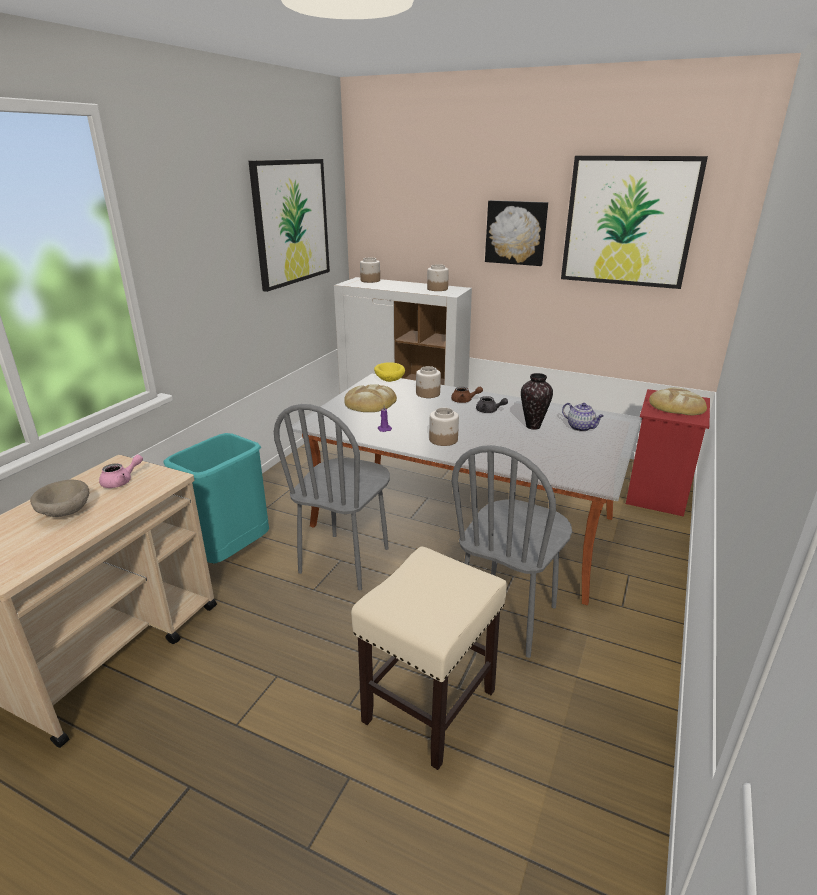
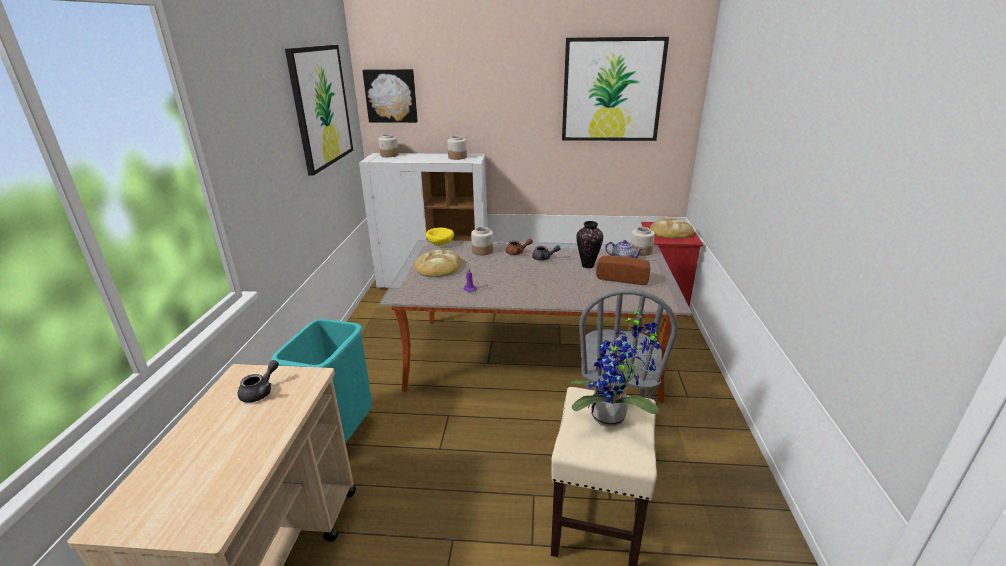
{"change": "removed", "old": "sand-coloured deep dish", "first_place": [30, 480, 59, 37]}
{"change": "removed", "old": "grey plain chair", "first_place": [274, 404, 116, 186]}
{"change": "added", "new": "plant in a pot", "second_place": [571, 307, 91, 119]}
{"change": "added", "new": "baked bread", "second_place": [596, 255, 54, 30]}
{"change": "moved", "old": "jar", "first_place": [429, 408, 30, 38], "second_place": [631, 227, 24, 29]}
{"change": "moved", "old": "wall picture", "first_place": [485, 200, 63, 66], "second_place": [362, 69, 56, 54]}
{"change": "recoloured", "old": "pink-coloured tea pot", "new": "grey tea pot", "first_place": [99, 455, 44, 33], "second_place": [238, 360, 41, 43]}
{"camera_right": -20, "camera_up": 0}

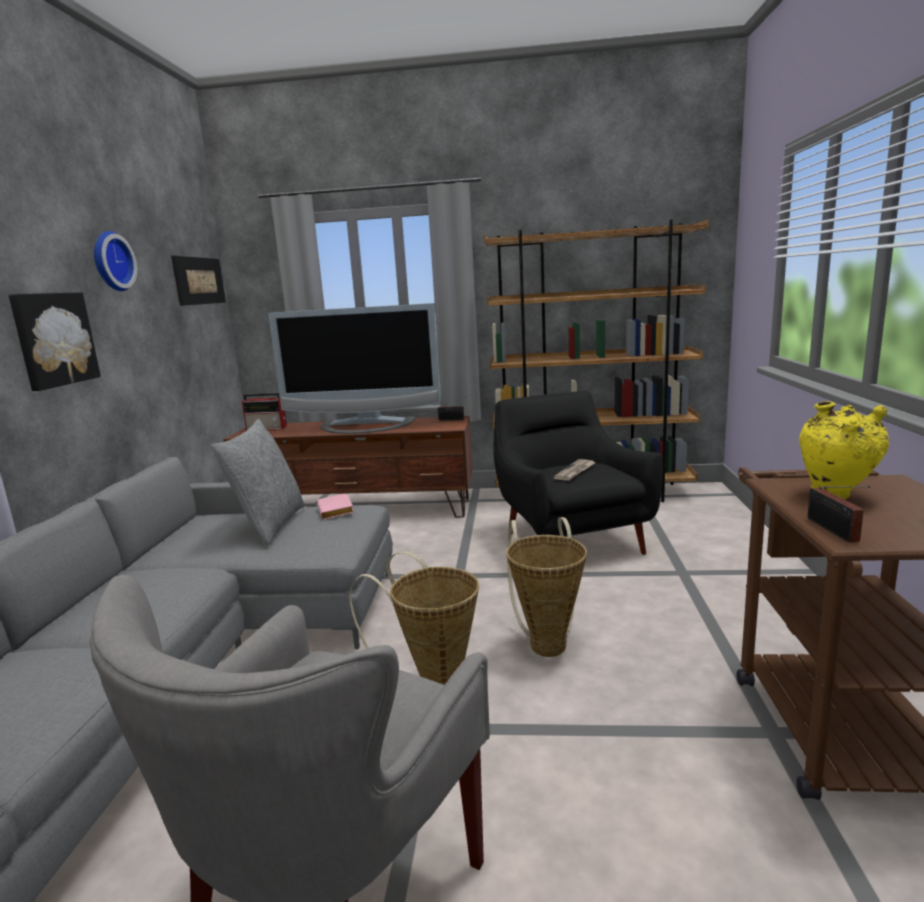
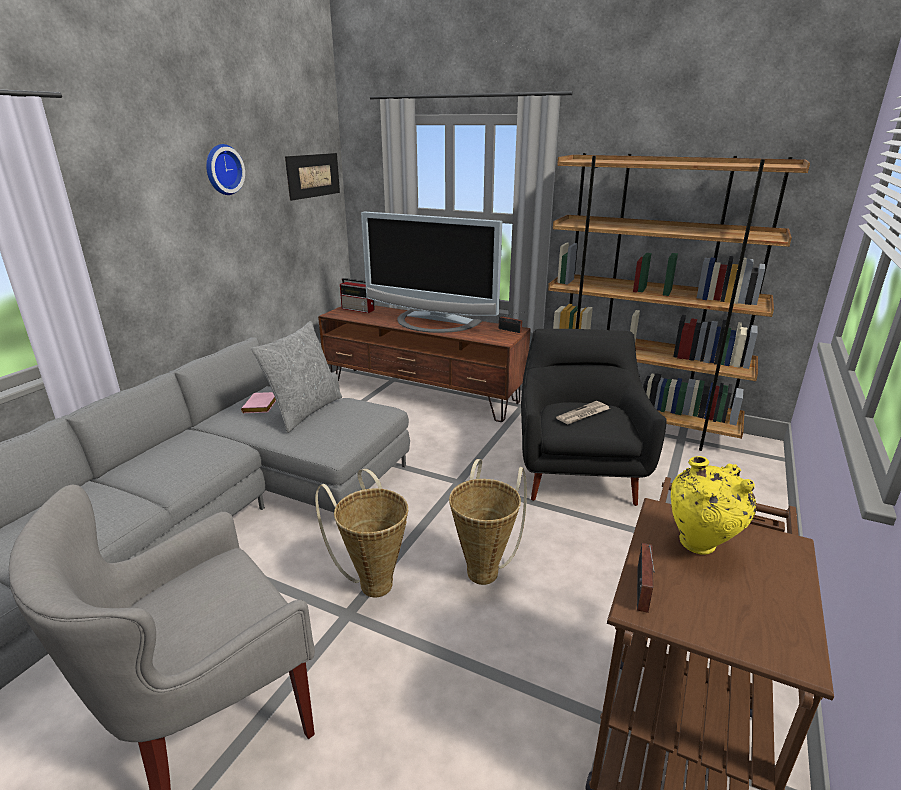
{"change": "removed", "old": "wall picture", "first_place": [9, 292, 92, 99]}
{"change": "moved", "old": "pink-coloured volume", "first_place": [317, 493, 37, 26], "second_place": [241, 392, 35, 21]}
{"camera_right": 20, "camera_up": 10}

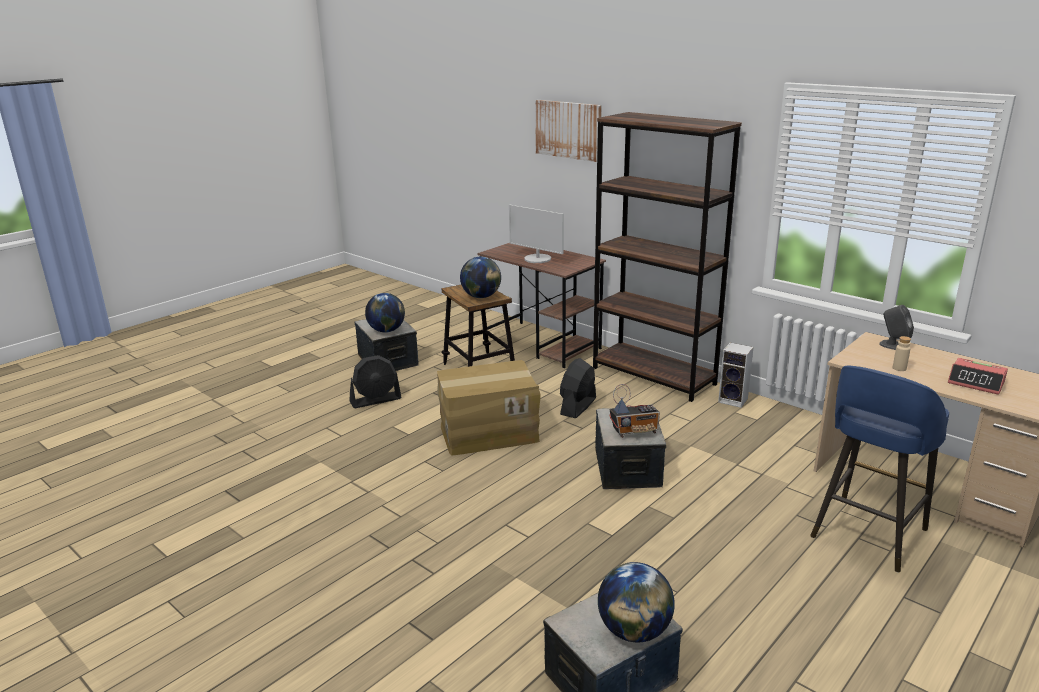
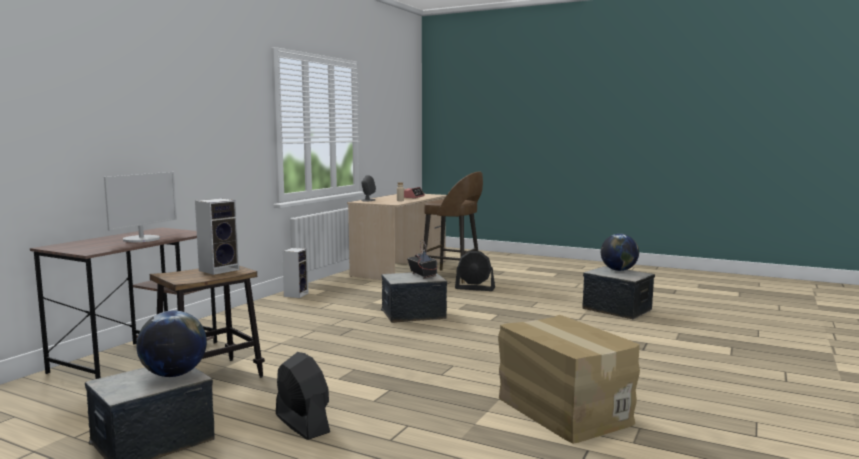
{"change": "removed", "old": "wall picture", "first_place": [535, 100, 67, 62]}
{"change": "removed", "old": "brown-coloured bookshelf", "first_place": [593, 112, 149, 290]}
{"change": "moved", "old": "packing box", "first_place": [437, 360, 104, 95], "second_place": [498, 315, 142, 129]}
{"change": "moved", "old": "black fan", "first_place": [560, 358, 36, 60], "second_place": [455, 251, 40, 40]}
{"change": "replaced", "old": "desk globe", "new": "loudspeaker", "first_place": [460, 257, 41, 41], "second_place": [195, 198, 44, 77]}
{"change": "recoloured", "old": "bluish sitting stool", "new": "brown-coloured sitting stool", "first_place": [810, 366, 139, 207], "second_place": [423, 172, 60, 112]}
{"camera_right": -105, "camera_up": -15}

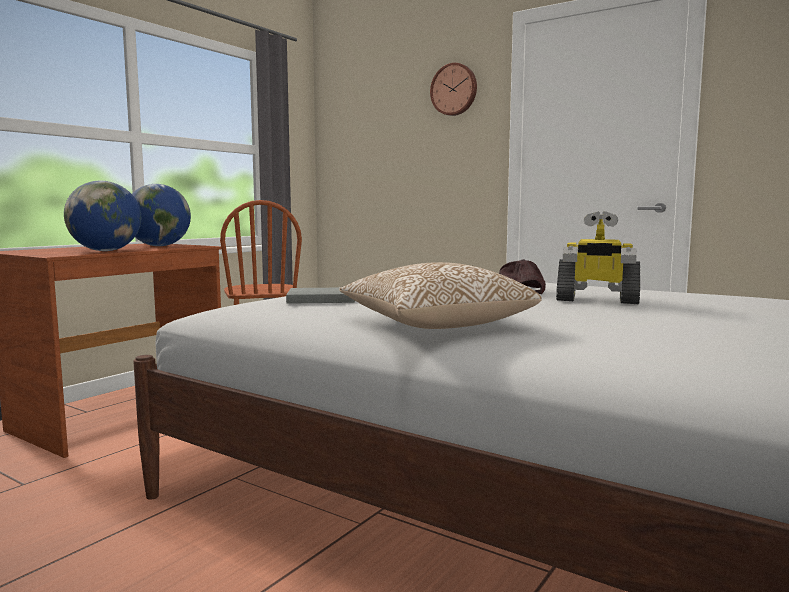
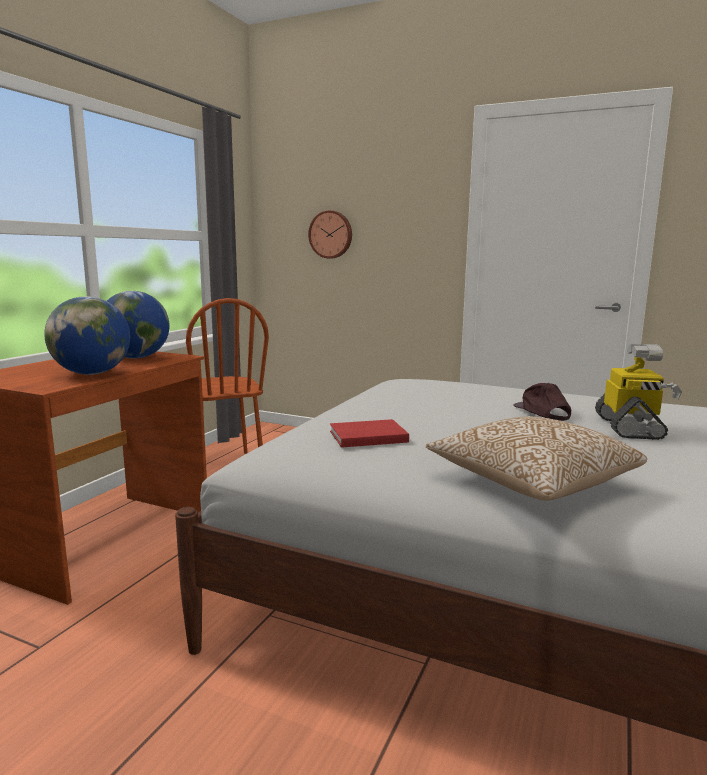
{"change": "moved", "old": "hanging clock", "first_place": [430, 63, 47, 53], "second_place": [308, 210, 44, 48]}
{"change": "recoloured", "old": "grey volume", "new": "red volume", "first_place": [286, 288, 69, 16], "second_place": [330, 419, 79, 29]}
{"change": "turned", "old": "toy robot", "first_place": [556, 211, 84, 93], "second_place": [595, 344, 87, 96], "degrees": -90}
{"camera_right": -10, "camera_up": 5}

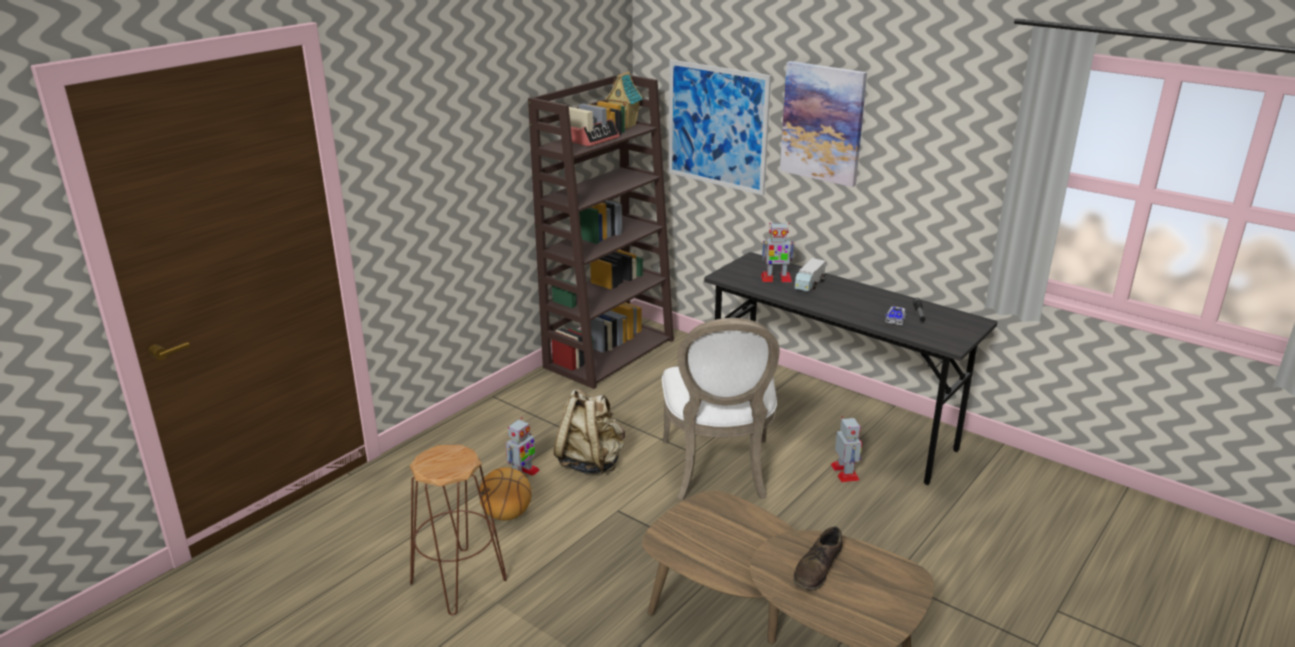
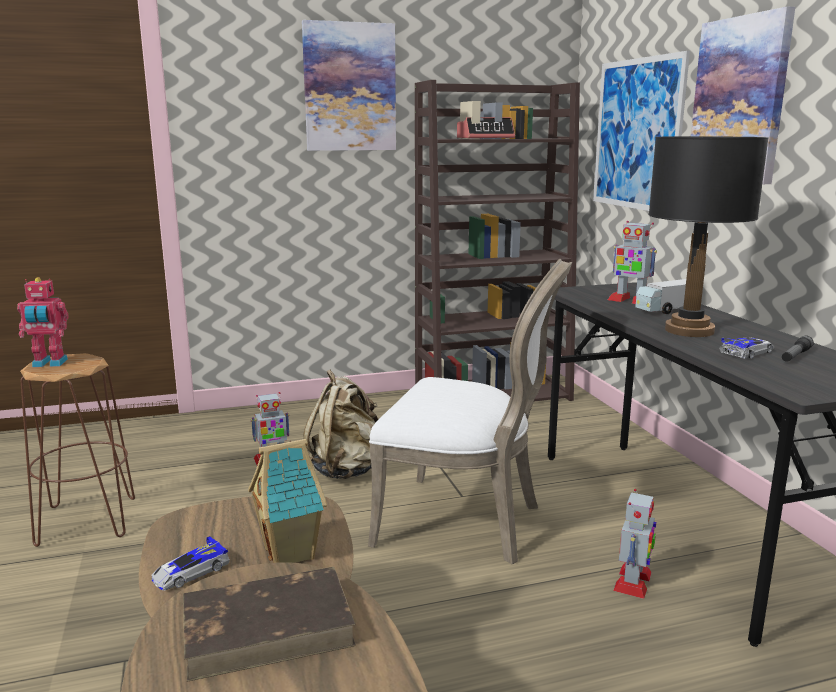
{"change": "removed", "old": "ball for basketball", "first_place": [479, 467, 53, 53]}
{"change": "added", "new": "toy robot", "second_place": [17, 277, 52, 90]}
{"change": "added", "new": "model car", "second_place": [151, 536, 79, 55]}
{"change": "added", "new": "wall picture", "second_place": [302, 20, 94, 131]}
{"change": "added", "new": "black tabletop lamp", "second_place": [649, 136, 120, 201]}
{"change": "moved", "old": "model house", "first_place": [605, 71, 38, 58], "second_place": [248, 439, 79, 124]}
{"change": "replaced", "old": "brown-coloured low shoe", "new": "brown-coloured volume", "first_place": [793, 526, 50, 64], "second_place": [183, 567, 173, 115]}
{"change": "turned", "old": "whitish plain chair", "first_place": [662, 318, 118, 182], "second_place": [368, 259, 204, 306], "degrees": -105}
{"camera_right": 35, "camera_up": -10}

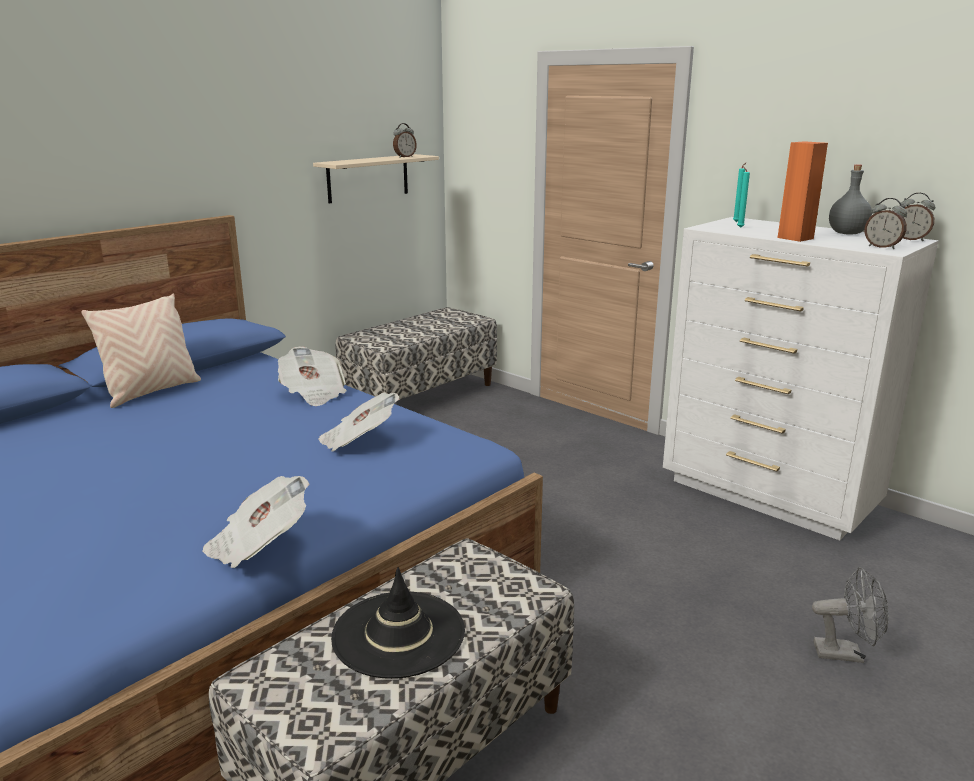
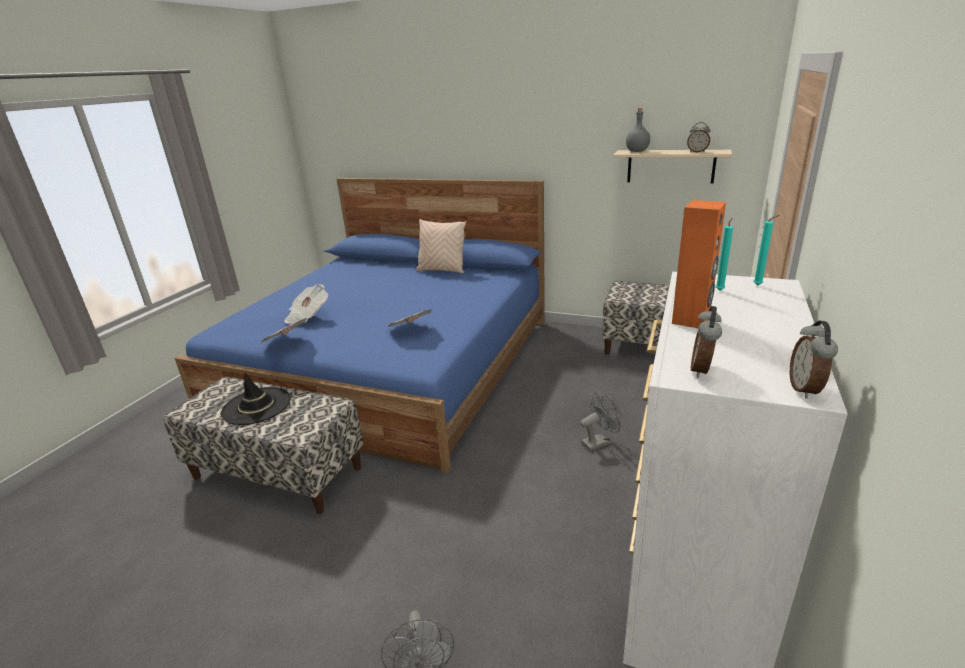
{"change": "added", "new": "grey fan", "second_place": [580, 392, 41, 59]}
{"change": "moved", "old": "printed paper", "first_place": [278, 347, 68, 59], "second_place": [284, 284, 44, 40]}
{"change": "moved", "old": "grey beverage bottle", "first_place": [829, 164, 43, 70], "second_place": [626, 108, 24, 44]}
{"camera_right": 70, "camera_up": 5}

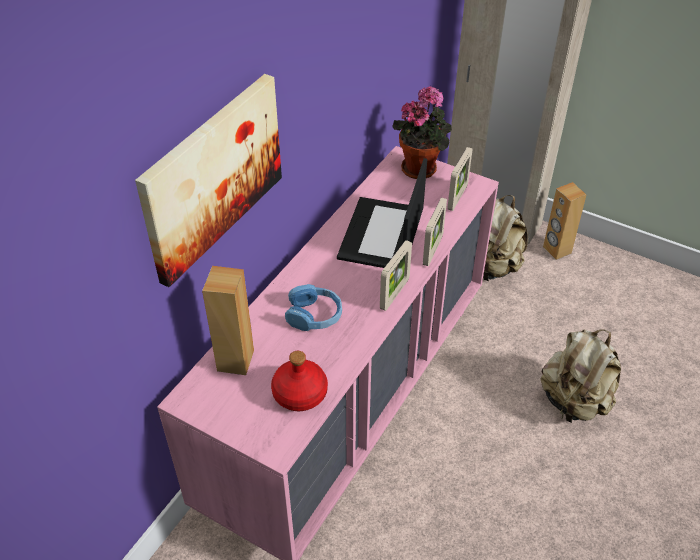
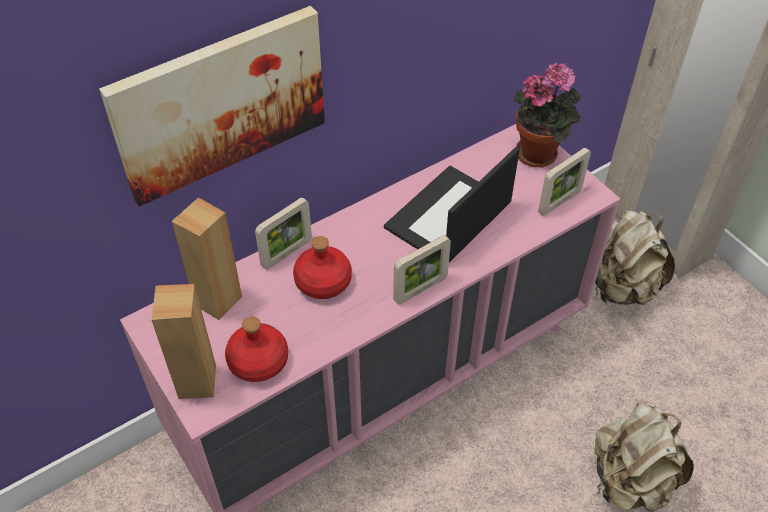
{"change": "moved", "old": "picture frame", "first_place": [423, 198, 24, 68], "second_place": [255, 198, 57, 72]}
{"change": "moved", "old": "brown-coloured loudspeaker", "first_place": [543, 182, 44, 78], "second_place": [151, 284, 65, 115]}
{"change": "replaced", "old": "bluish headphones", "new": "red beverage bottle", "first_place": [285, 284, 57, 47], "second_place": [293, 236, 59, 63]}
{"camera_right": 25, "camera_up": 5}

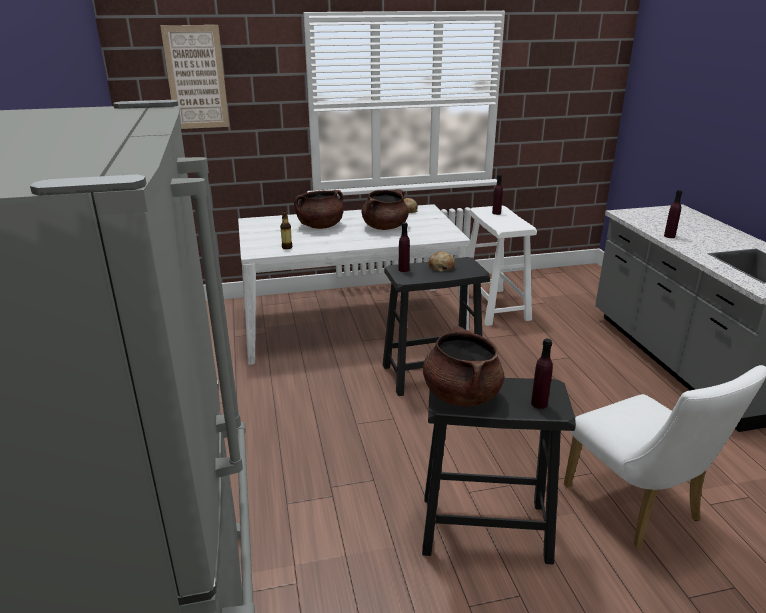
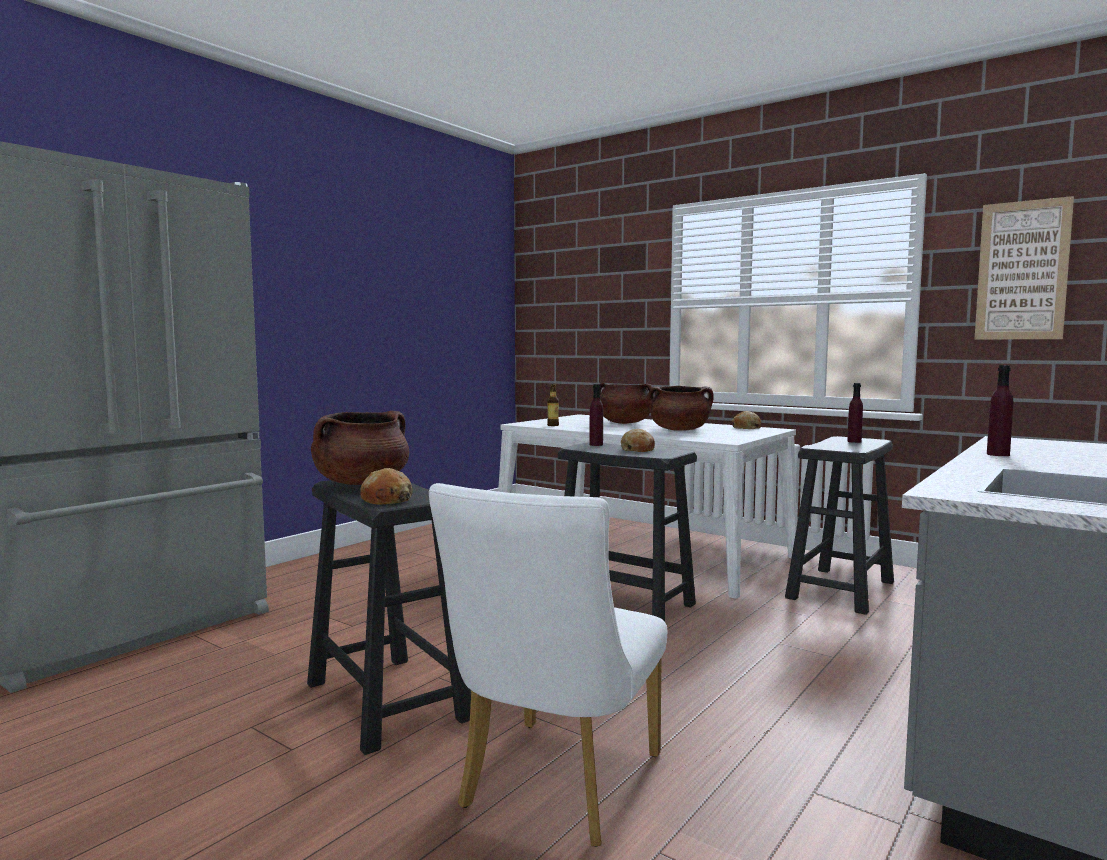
{"change": "moved", "old": "wall picture", "first_place": [160, 25, 70, 104], "second_place": [975, 196, 99, 144]}
{"change": "replaced", "old": "purple-coloured beverage bottle", "new": "baked bread", "first_place": [531, 339, 22, 70], "second_place": [360, 468, 53, 37]}
{"change": "recoloured", "old": "whitish sitting stool", "new": "black sitting stool", "first_place": [468, 206, 69, 120], "second_place": [785, 436, 109, 179]}
{"camera_right": 50, "camera_up": -20}

